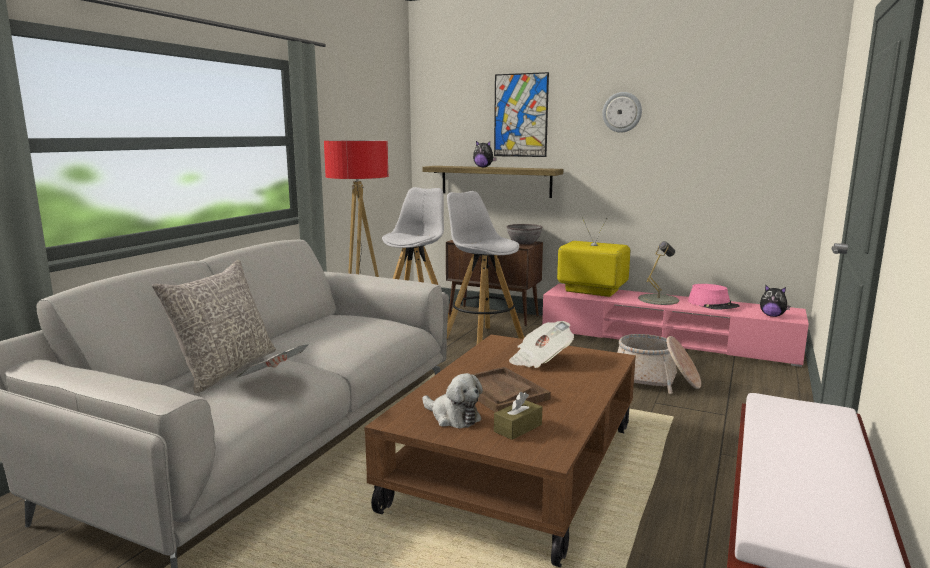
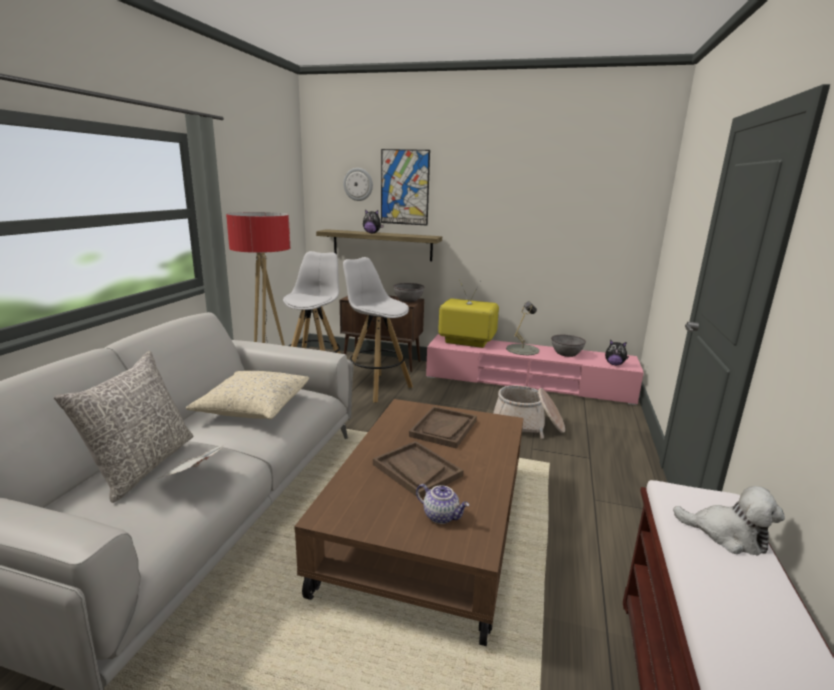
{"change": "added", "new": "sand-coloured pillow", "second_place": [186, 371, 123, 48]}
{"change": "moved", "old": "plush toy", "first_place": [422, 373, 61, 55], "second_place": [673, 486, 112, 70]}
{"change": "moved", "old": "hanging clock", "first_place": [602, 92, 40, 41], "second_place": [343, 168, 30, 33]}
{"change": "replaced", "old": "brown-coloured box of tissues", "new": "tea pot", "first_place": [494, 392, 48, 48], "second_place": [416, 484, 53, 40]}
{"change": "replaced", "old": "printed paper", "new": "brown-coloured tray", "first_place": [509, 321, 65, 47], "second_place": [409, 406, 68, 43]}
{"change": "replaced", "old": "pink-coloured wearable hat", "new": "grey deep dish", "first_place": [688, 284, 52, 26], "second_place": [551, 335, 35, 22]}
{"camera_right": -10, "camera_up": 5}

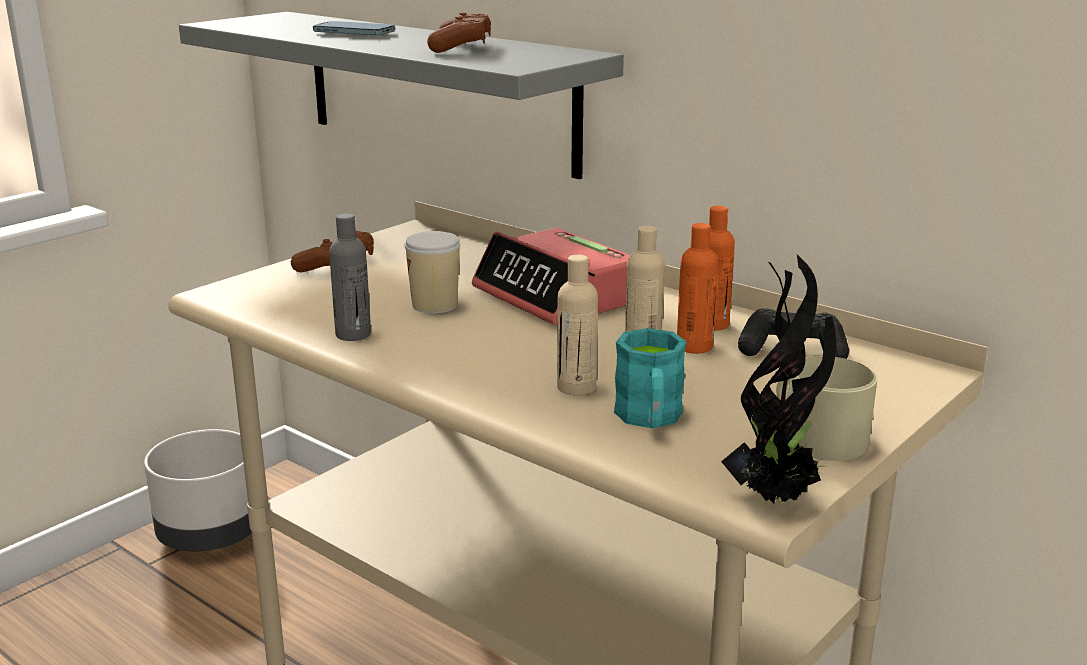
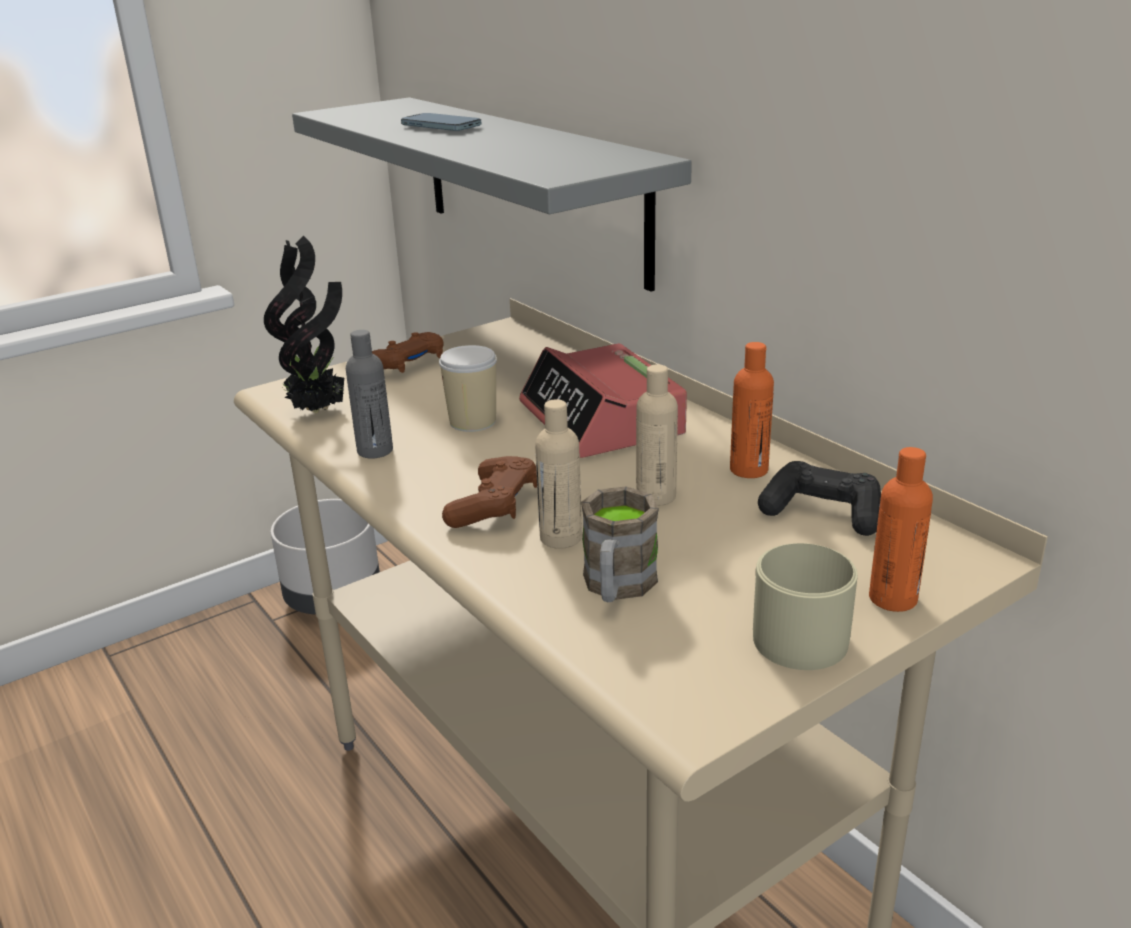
{"change": "moved", "old": "brown-coloured gamepad", "first_place": [427, 13, 64, 40], "second_place": [442, 456, 95, 72]}
{"change": "moved", "old": "orange beverage bottle", "first_place": [677, 223, 41, 131], "second_place": [869, 447, 64, 165]}
{"change": "moved", "old": "plant in a pot", "first_place": [721, 255, 116, 248], "second_place": [264, 235, 80, 178]}
{"change": "recoloured", "old": "blue-green coffee mug", "new": "brown-coloured coffee mug", "first_place": [614, 328, 73, 100], "second_place": [581, 486, 78, 116]}
{"camera_right": 15, "camera_up": 5}

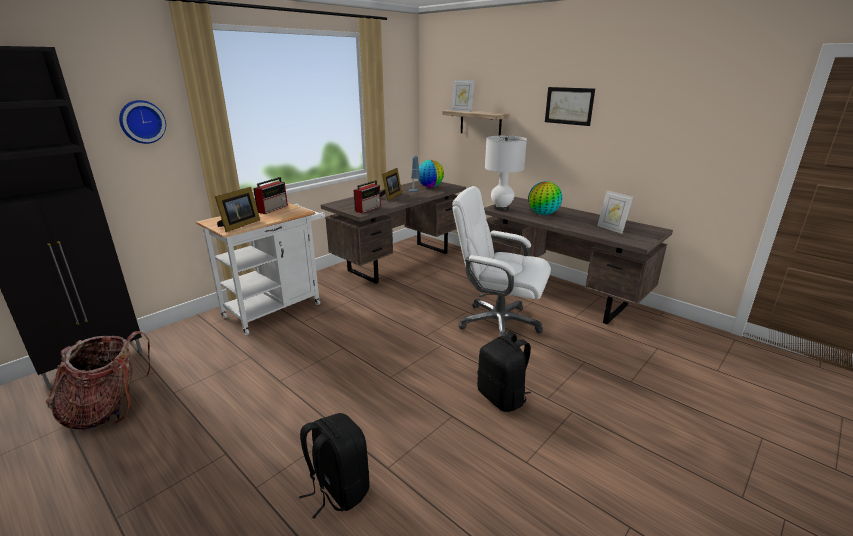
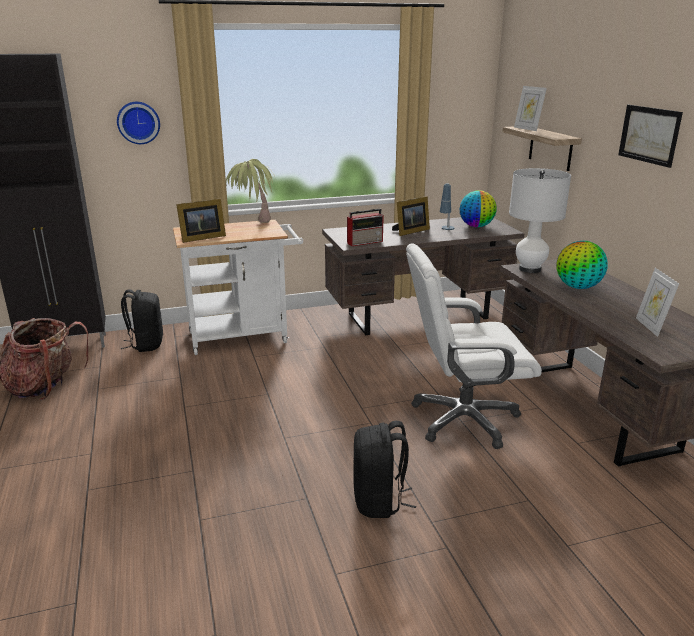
{"change": "moved", "old": "black backpack", "first_place": [299, 413, 71, 106], "second_place": [121, 289, 42, 63]}
{"change": "replaced", "old": "radio set", "new": "plant in a pot", "first_place": [253, 177, 35, 37], "second_place": [226, 159, 50, 64]}
{"change": "turned", "old": "whitish computer chair", "first_place": [452, 186, 99, 150], "second_place": [406, 243, 136, 206], "degrees": -60}
{"camera_right": 30, "camera_up": 0}

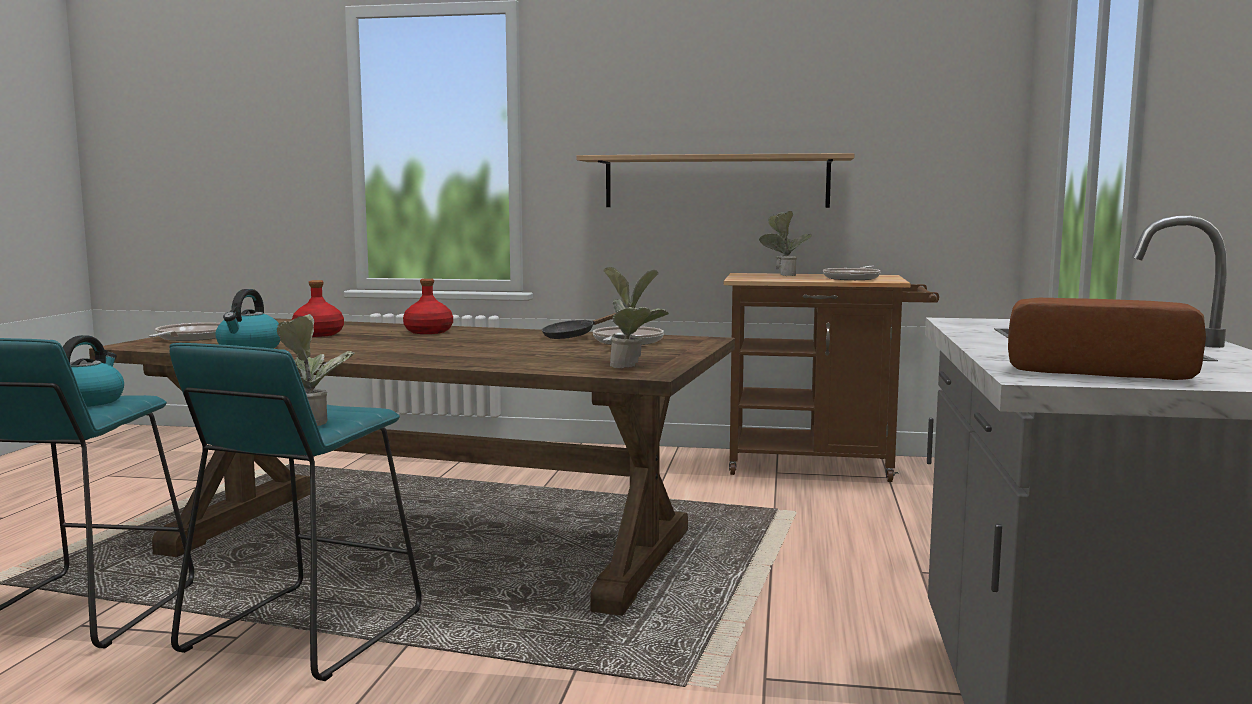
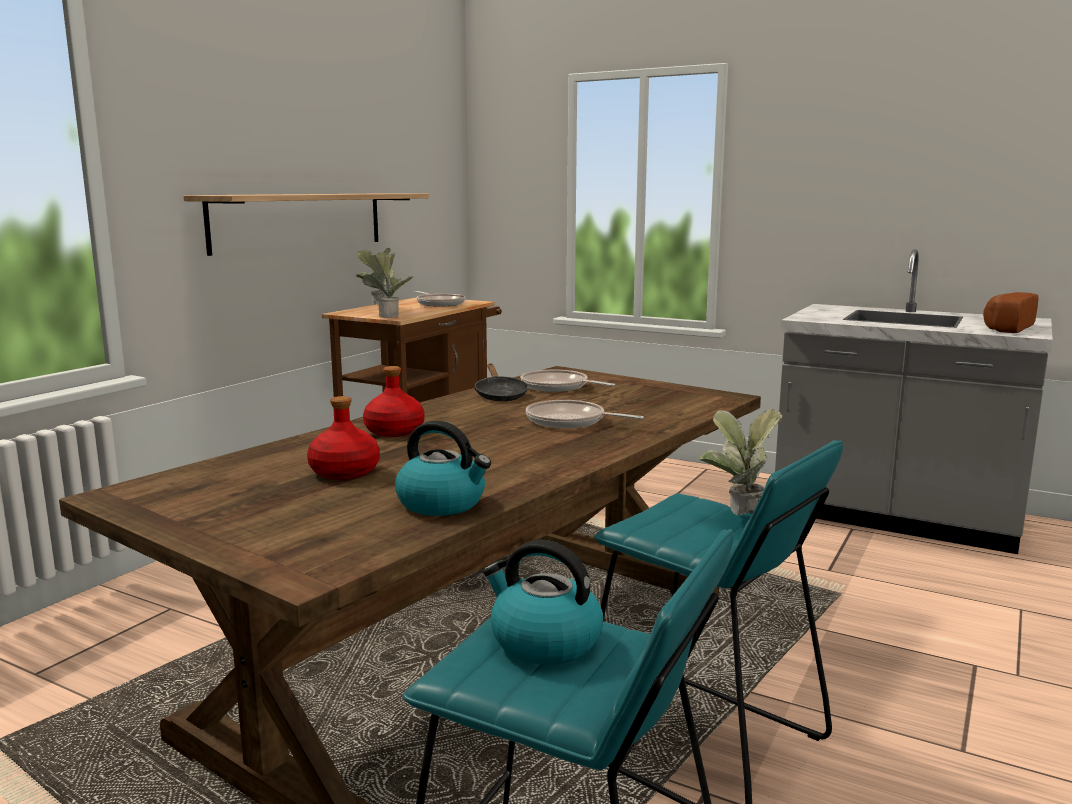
{"change": "moved", "old": "pan", "first_place": [148, 322, 72, 19], "second_place": [526, 400, 118, 28]}
{"change": "moved", "old": "plant in a pot", "first_place": [603, 267, 66, 101], "second_place": [364, 252, 51, 66]}
{"camera_right": -70, "camera_up": 5}

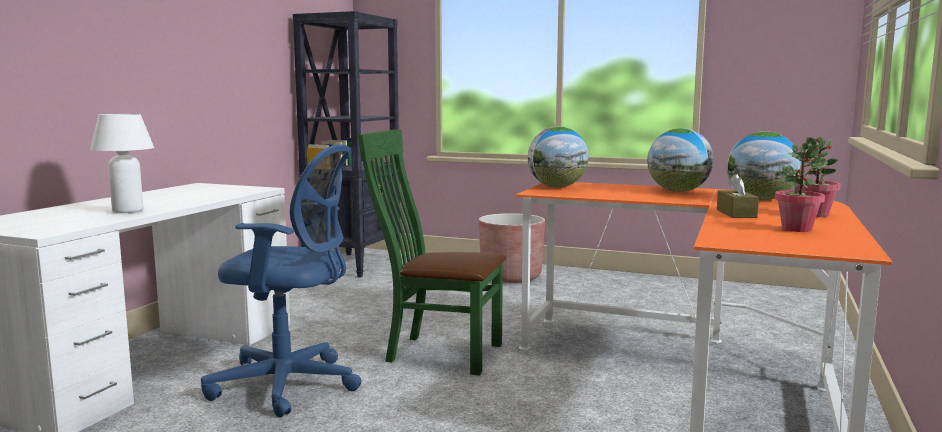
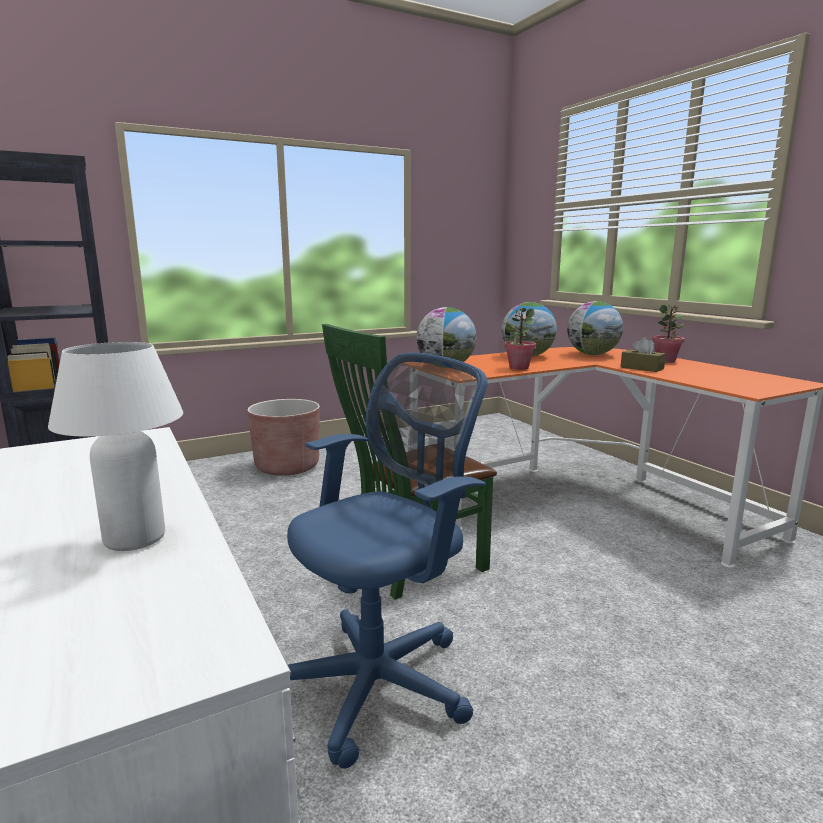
{"change": "moved", "old": "plant in a pot", "first_place": [775, 143, 53, 89], "second_place": [504, 308, 32, 62]}
{"camera_right": -50, "camera_up": 5}

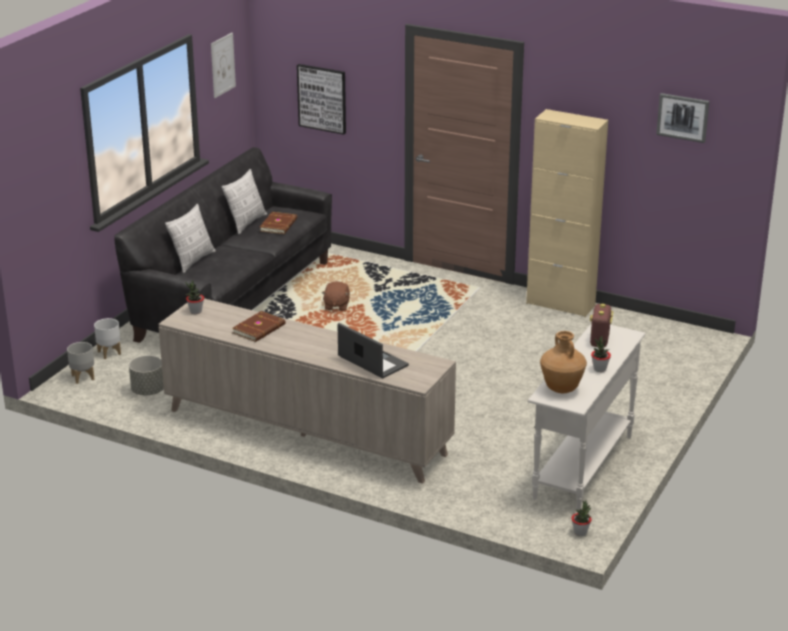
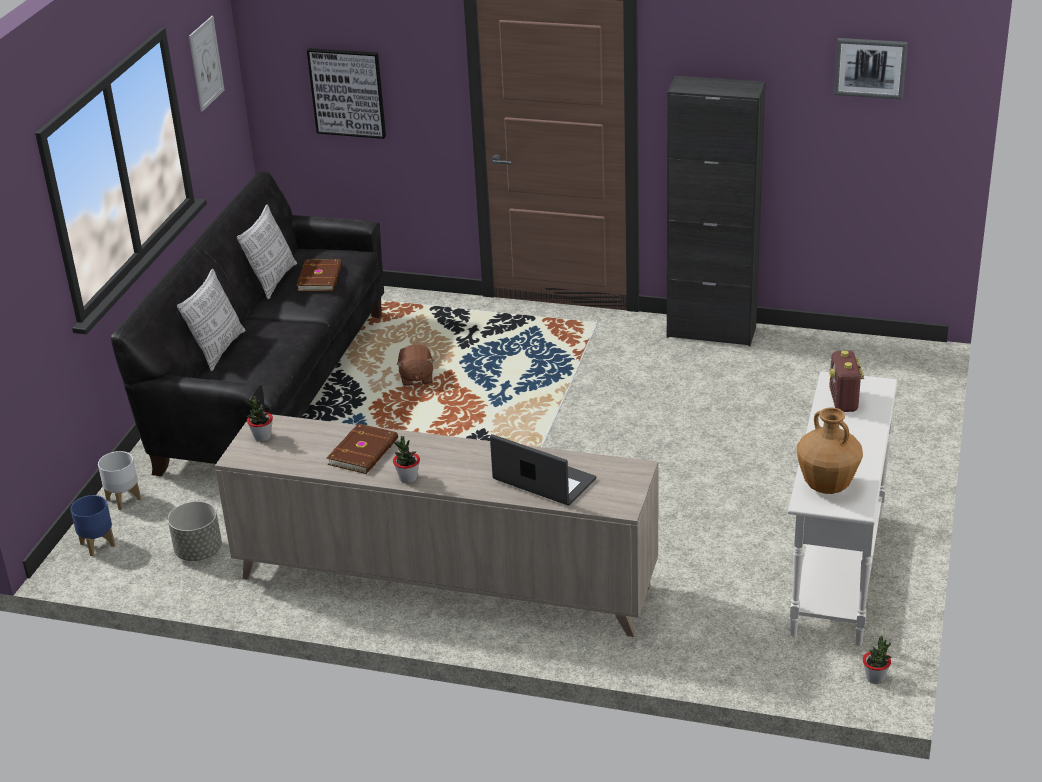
{"change": "moved", "old": "plant in a pot", "first_place": [591, 336, 20, 36], "second_place": [393, 436, 27, 47]}
{"change": "recoloured", "old": "grey flower pot", "new": "bluish flower pot", "first_place": [67, 342, 27, 42], "second_place": [71, 495, 44, 61]}
{"change": "recoloured", "old": "sand-coloured cupboard", "new": "black cupboard", "first_place": [526, 109, 82, 208], "second_place": [667, 76, 99, 270]}
{"camera_right": -10, "camera_up": 5}

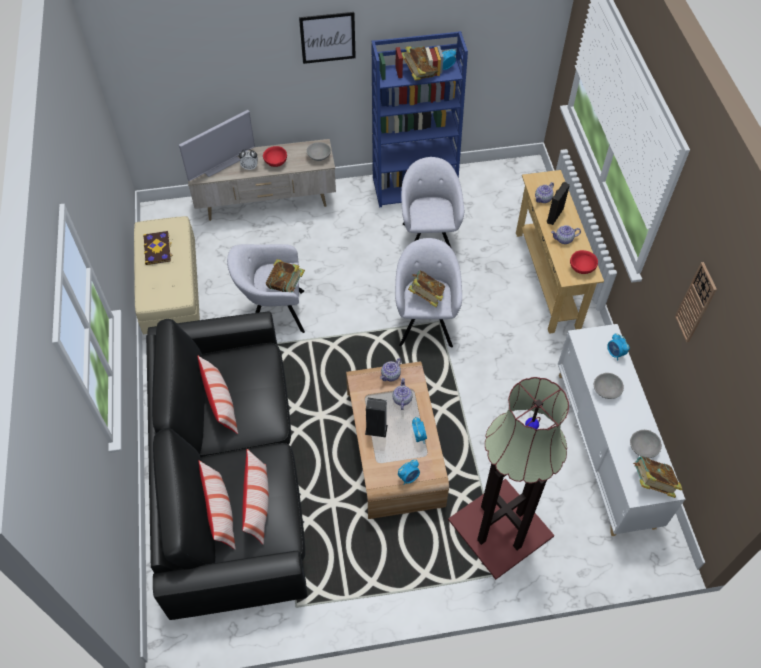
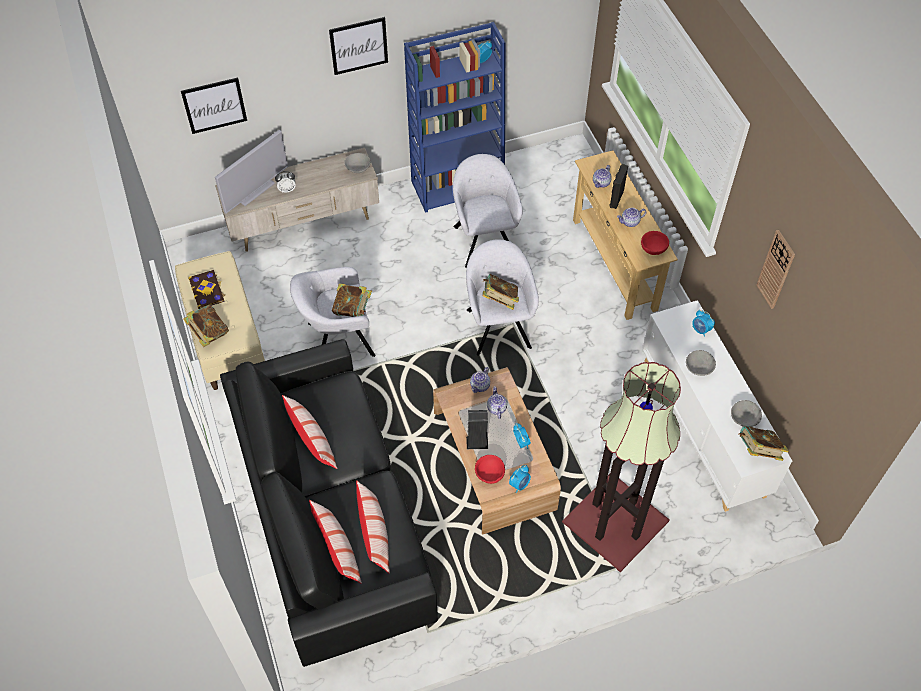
{"change": "added", "new": "wall picture", "second_place": [181, 78, 66, 56]}
{"change": "moved", "old": "red deep dish", "first_place": [263, 146, 24, 21], "second_place": [475, 455, 30, 29]}
{"change": "moved", "old": "volume", "first_place": [402, 46, 36, 35], "second_place": [183, 305, 46, 42]}
{"camera_right": -10, "camera_up": 0}

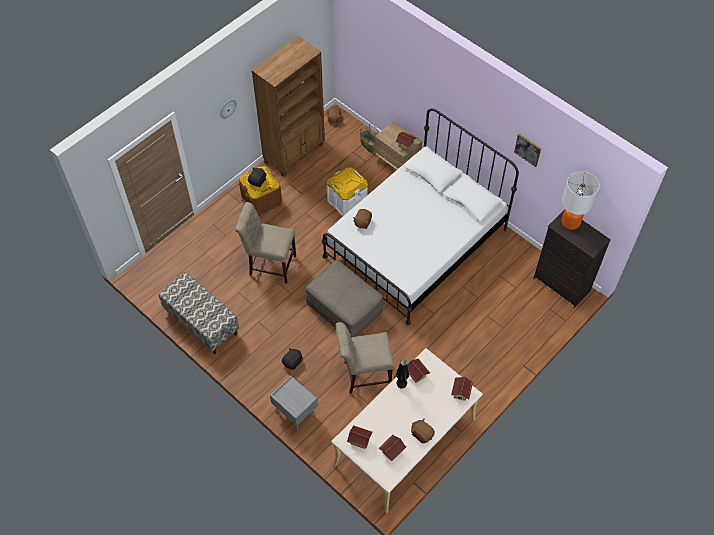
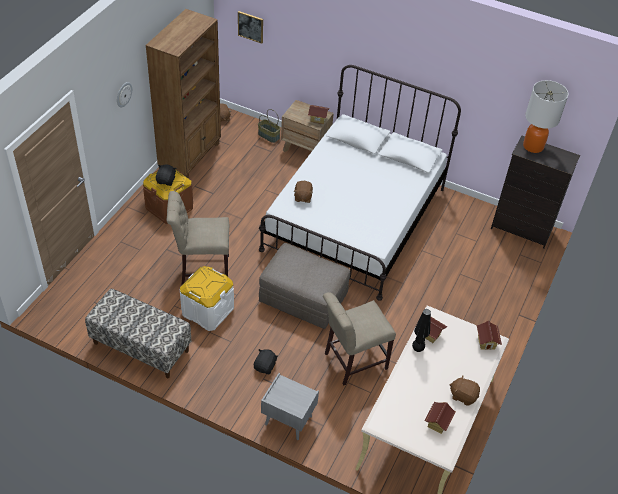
{"change": "removed", "old": "model house", "first_place": [347, 425, 25, 24]}
{"change": "moved", "old": "whitish storage container", "first_place": [326, 167, 42, 49], "second_place": [180, 266, 54, 65]}
{"change": "moved", "old": "wall picture", "first_place": [514, 134, 27, 33], "second_place": [238, 11, 25, 33]}
{"camera_right": -20, "camera_up": -10}

